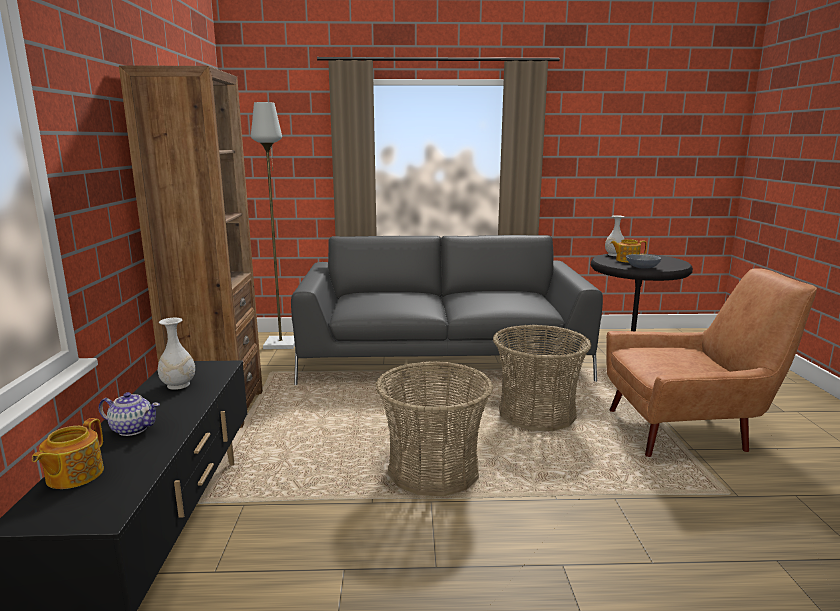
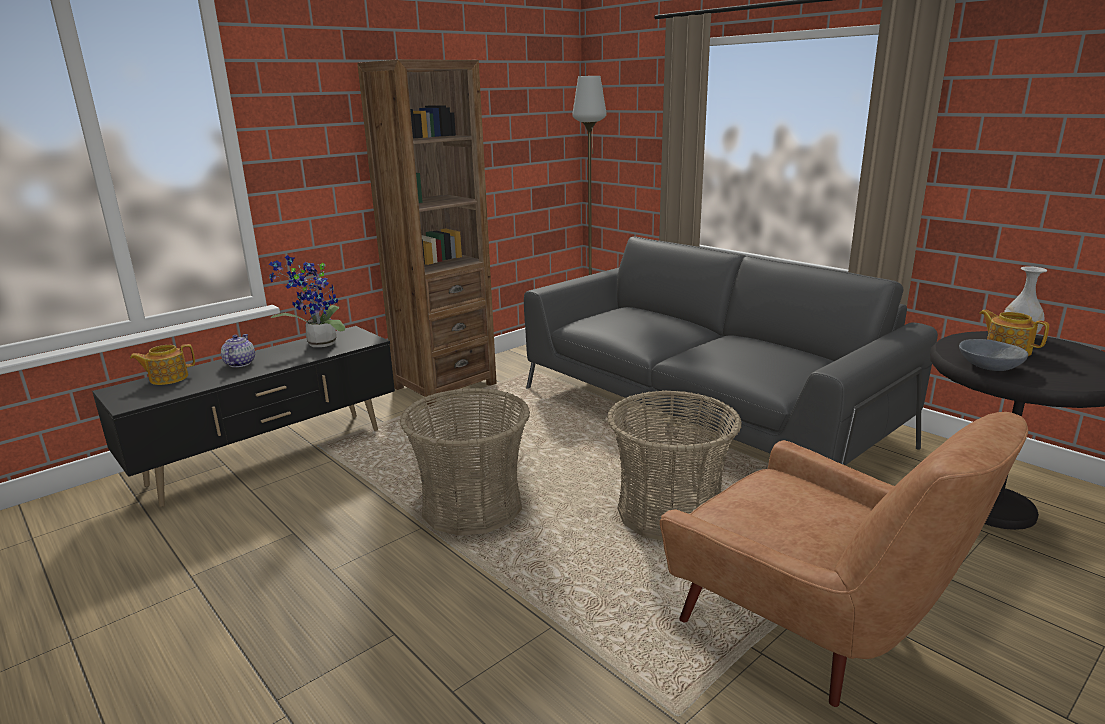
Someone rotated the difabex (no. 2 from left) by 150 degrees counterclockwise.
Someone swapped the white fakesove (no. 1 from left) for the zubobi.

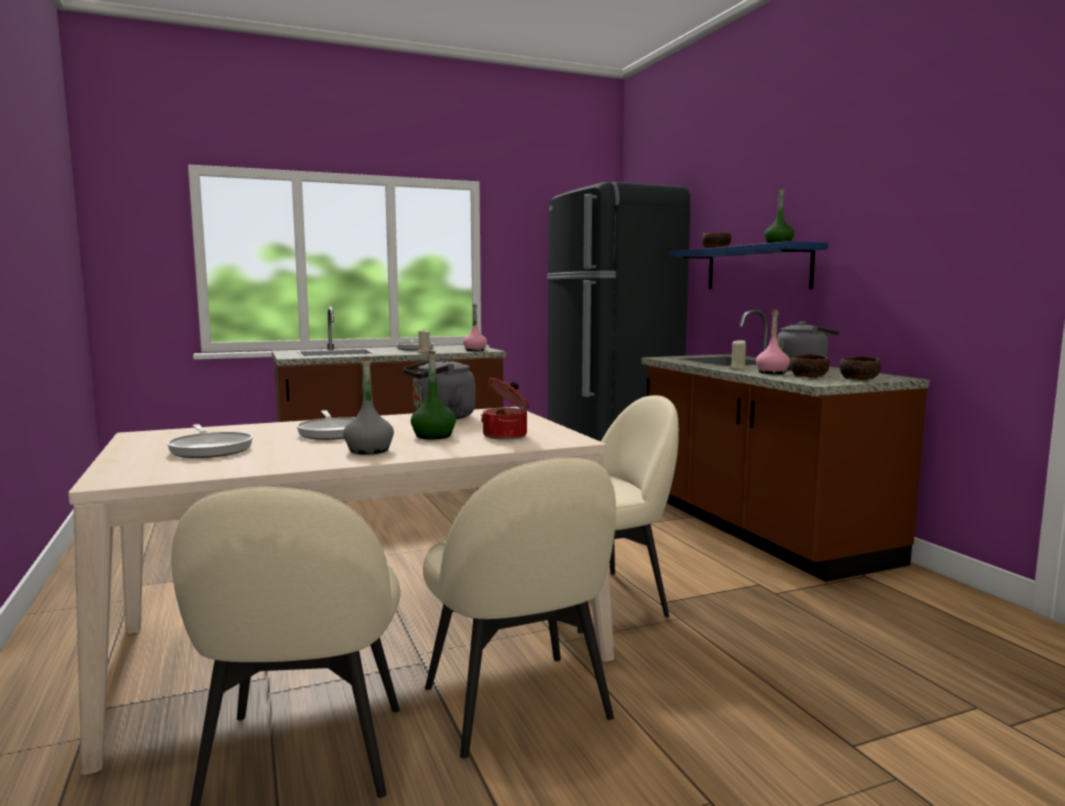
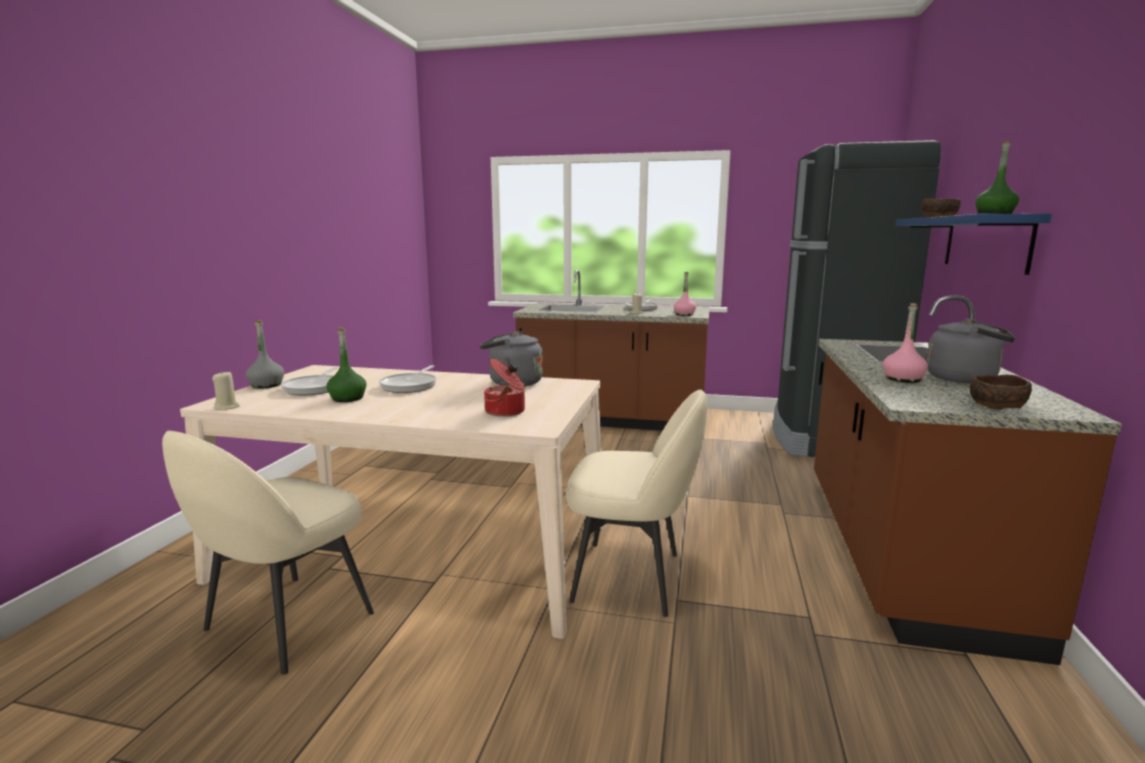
Someone carried the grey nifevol.
Someone carried the green nifevol (no. 1 from left).
Someone took away the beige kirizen (no. 2 from left).
Someone carried the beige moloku (no. 2 from left in the first image).
Someone took away the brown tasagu (no. 2 from left).

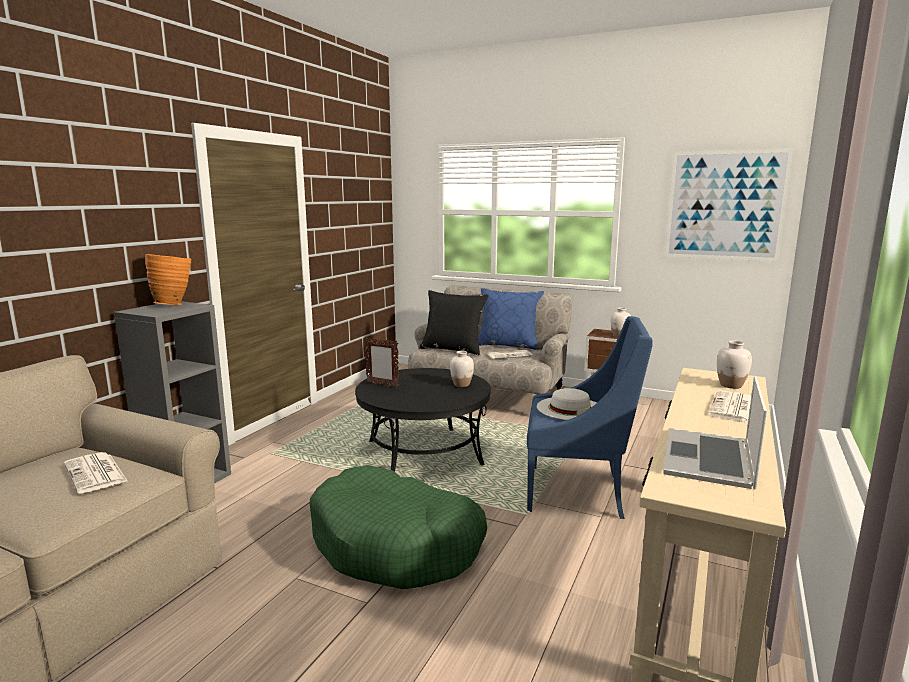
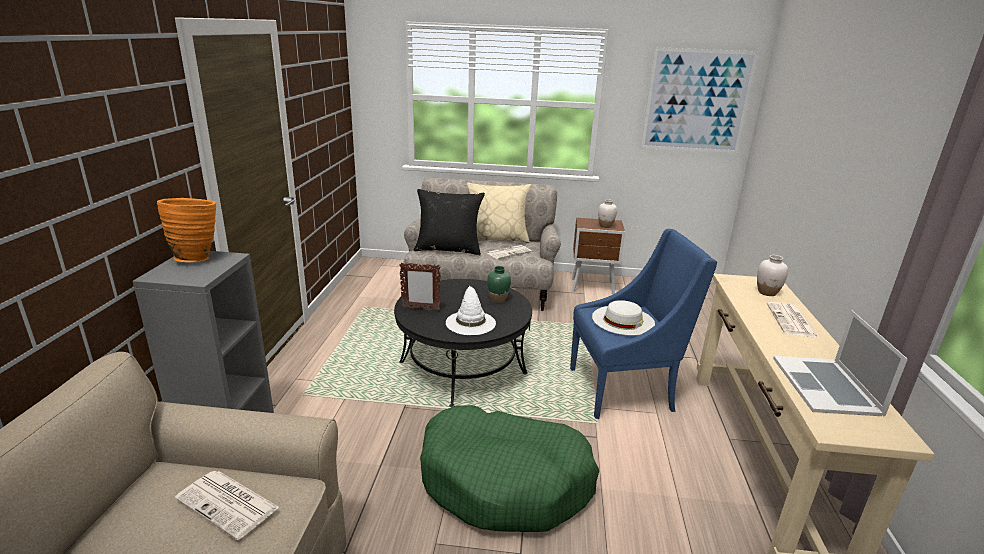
Someone repainted the white fakesove (no. 1 from left), which became the green fakesove.
Someone repainted the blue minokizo, which became the beige minokizo.
Someone put down the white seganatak (no. 1 from left).

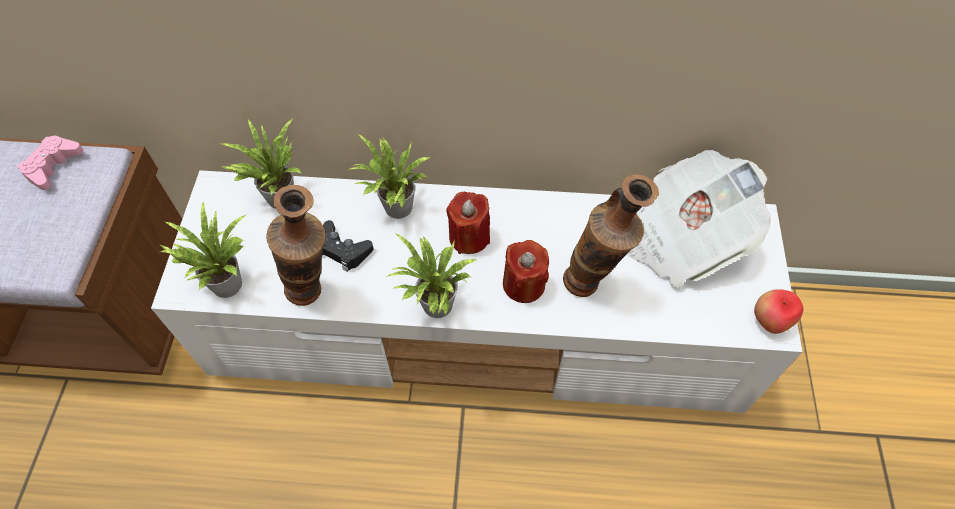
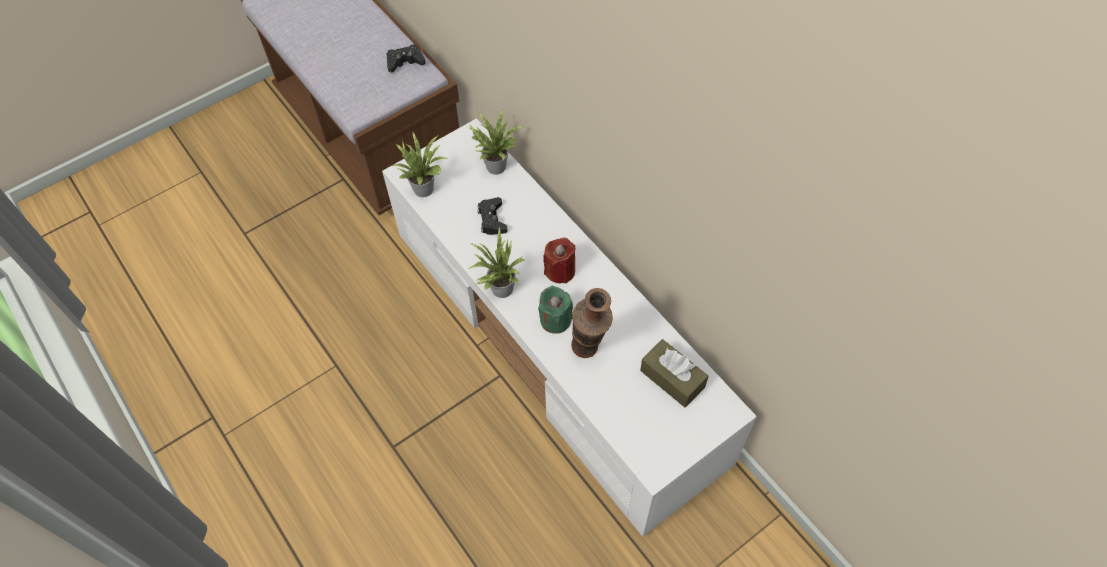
Someone repainted the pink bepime, which became the black bepime (no. 1 from left).
Someone took away the fakesove (no. 1 from left).
Someone took away the zubobi (no. 3 from left).
Someone repainted the red moloku (no. 2 from left), which became the green moloku.
Someone swapped the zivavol for the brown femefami.
Someone took away the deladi.

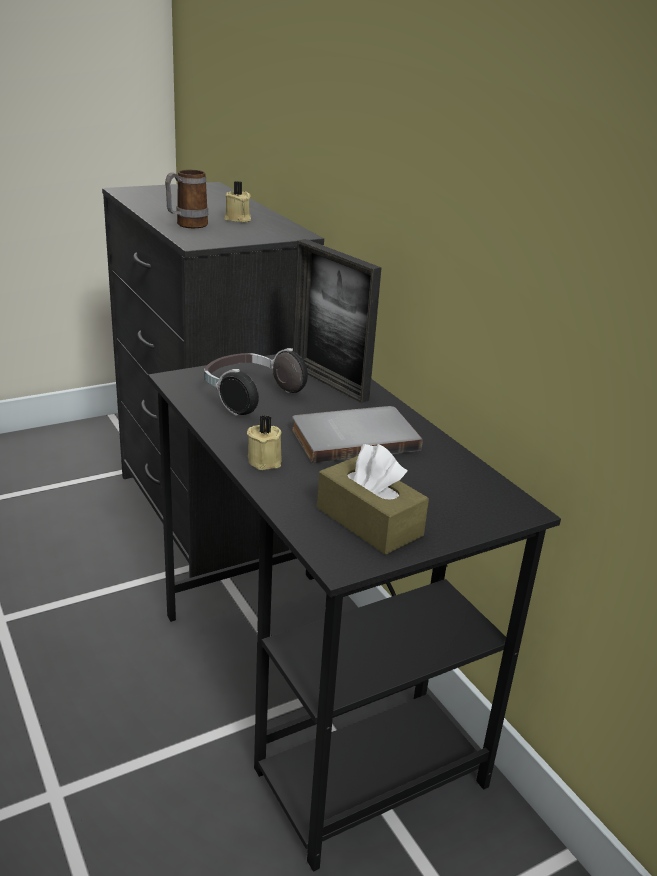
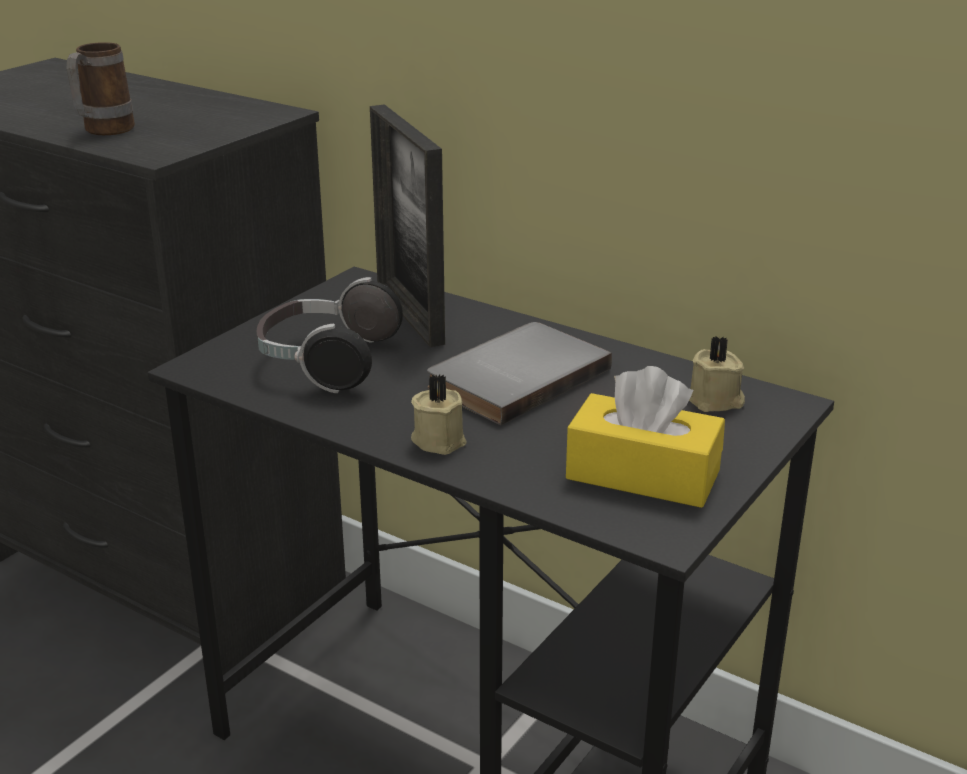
Someone carried the beige moloku (no. 1 from left in the first image).
Someone rotated the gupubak by 45 degrees clockwise.
Someone repainted the brown femefami, which became the yellow femefami.

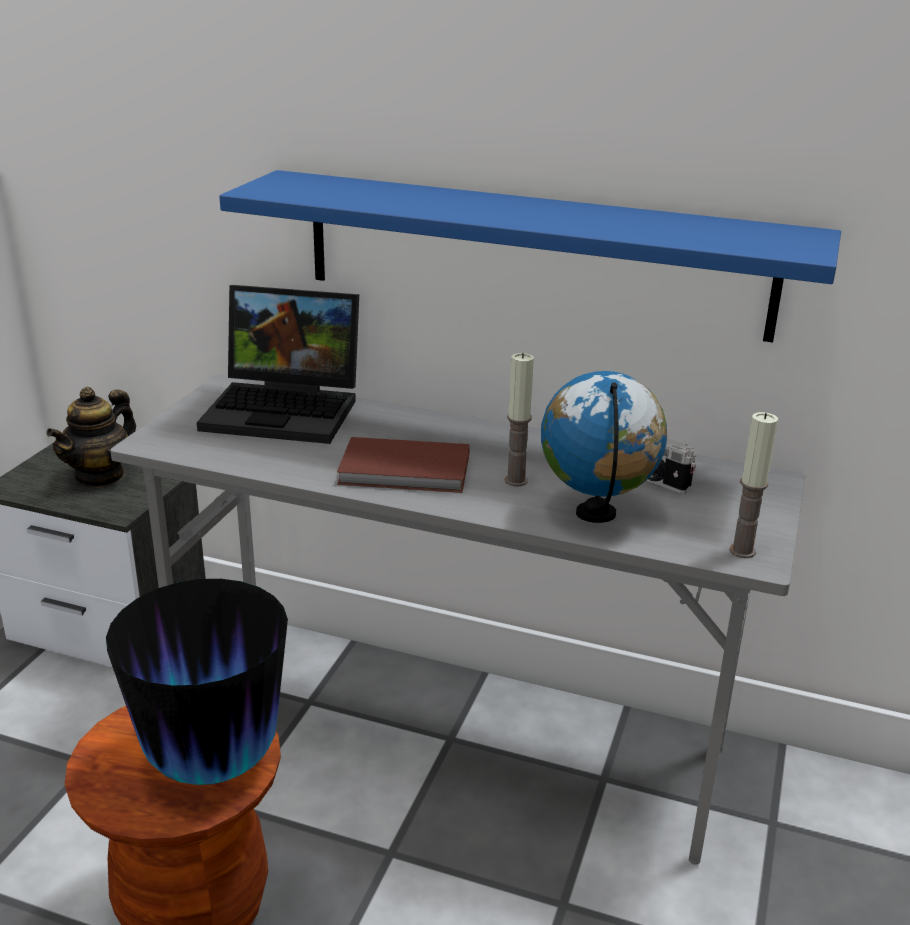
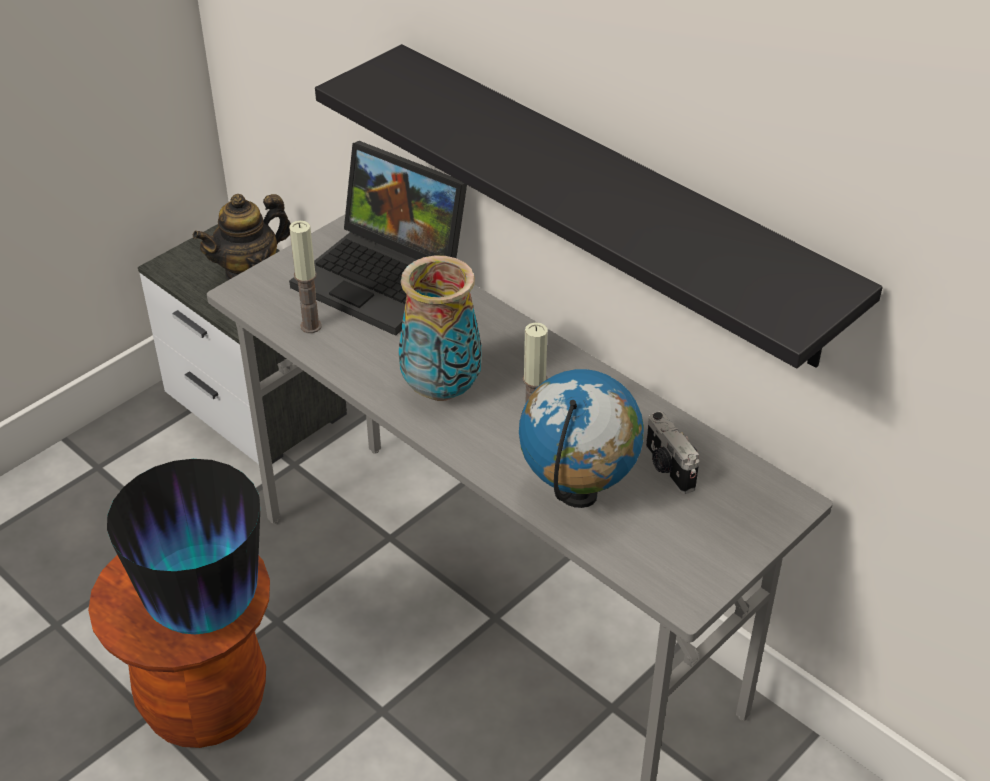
Someone repainted the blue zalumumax, which became the black zalumumax.
Someone swapped the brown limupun for the fakesove (no. 2 from left).
Someone carried the moloku (no. 2 from left in the first image).

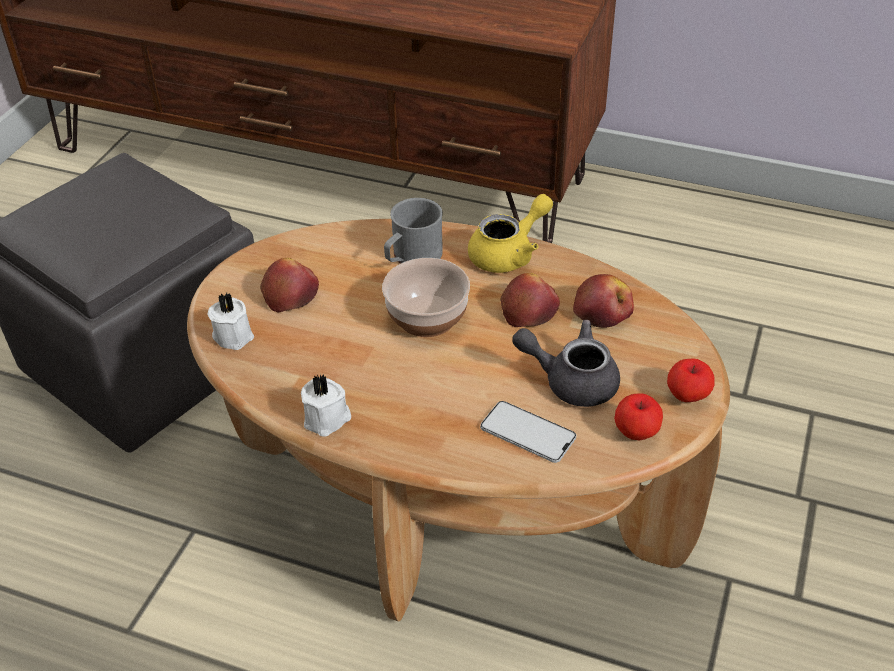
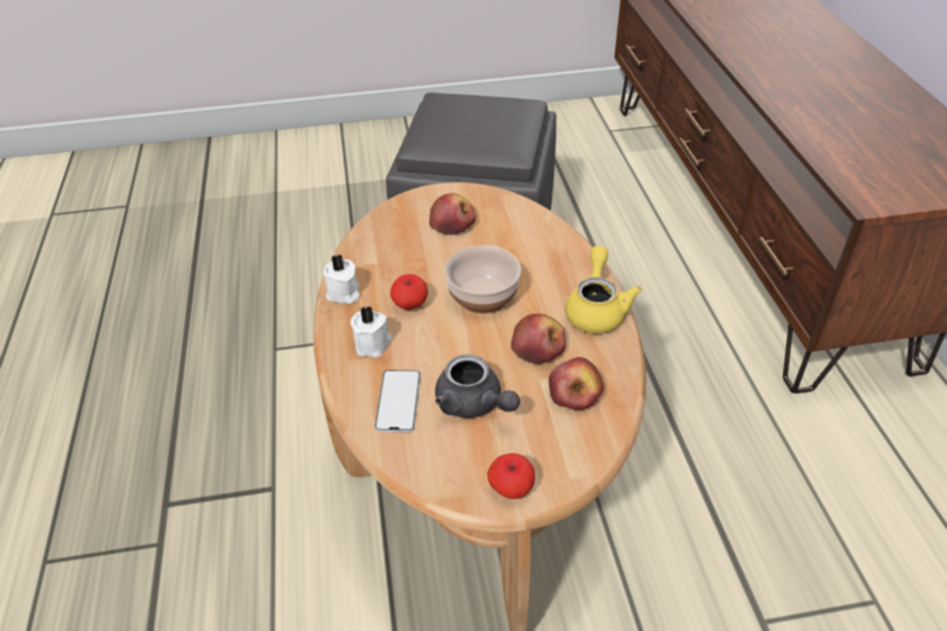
Someone carried the white moloku (no. 1 from left in the first image).
Someone took away the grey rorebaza.
Someone rotated the yellow difabex by 105 degrees counterclockwise.
Someone rotated the grey difabex by 150 degrees clockwise.
Someone carried the deladi (no. 4 from left in the first image).

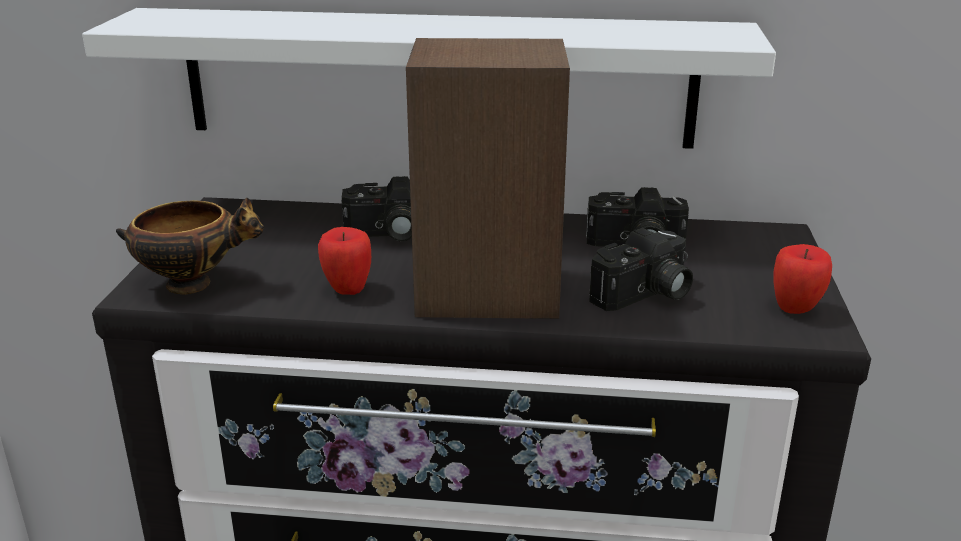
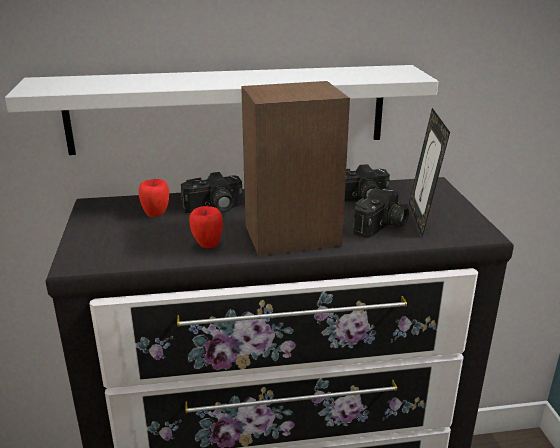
Someone took away the tasagu.
Someone carried the deladi (no. 2 from left in the first image).
Someone put down the gupubak.

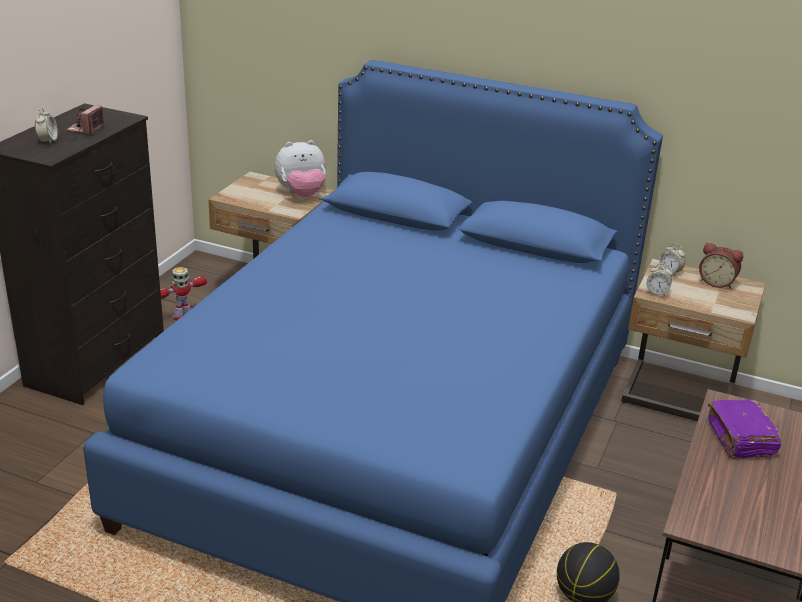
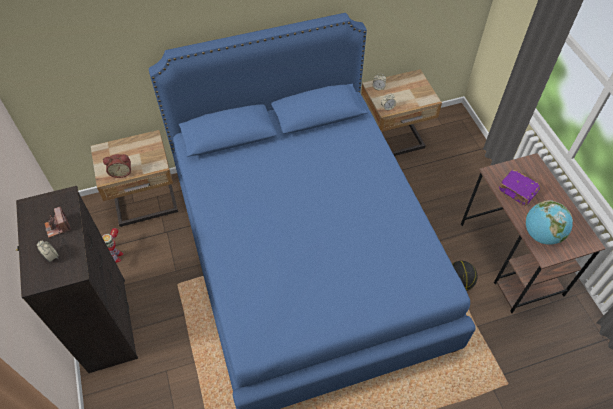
Someone took away the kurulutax.
Someone carried the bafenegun (no. 4 from left in the first image).
Someone put down the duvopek.

